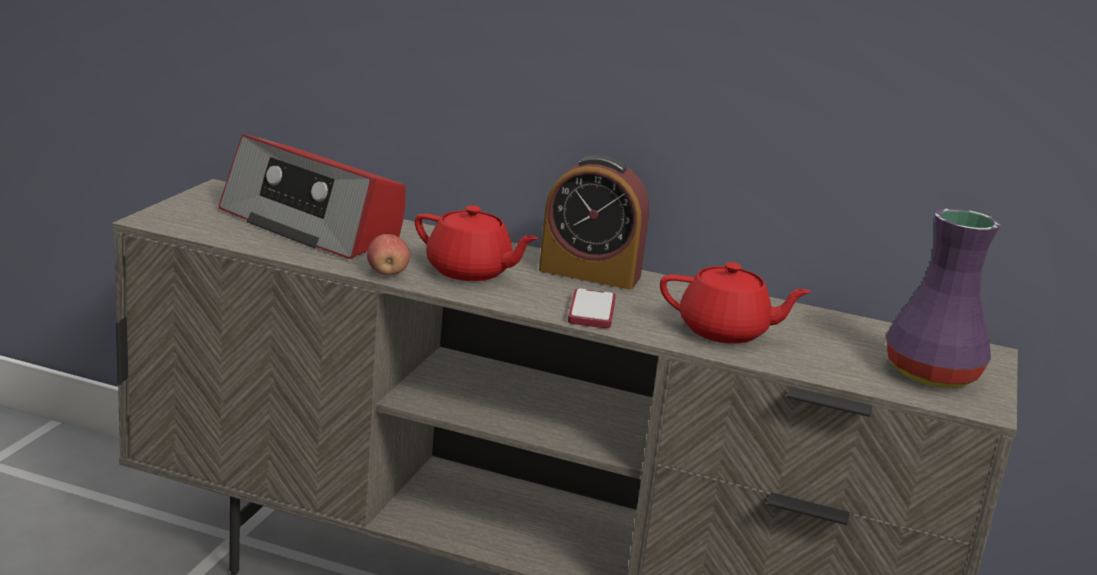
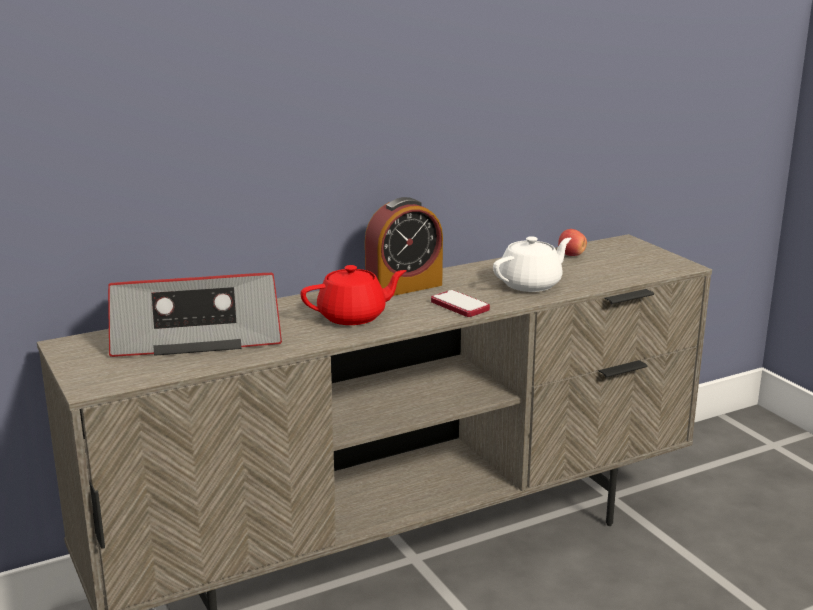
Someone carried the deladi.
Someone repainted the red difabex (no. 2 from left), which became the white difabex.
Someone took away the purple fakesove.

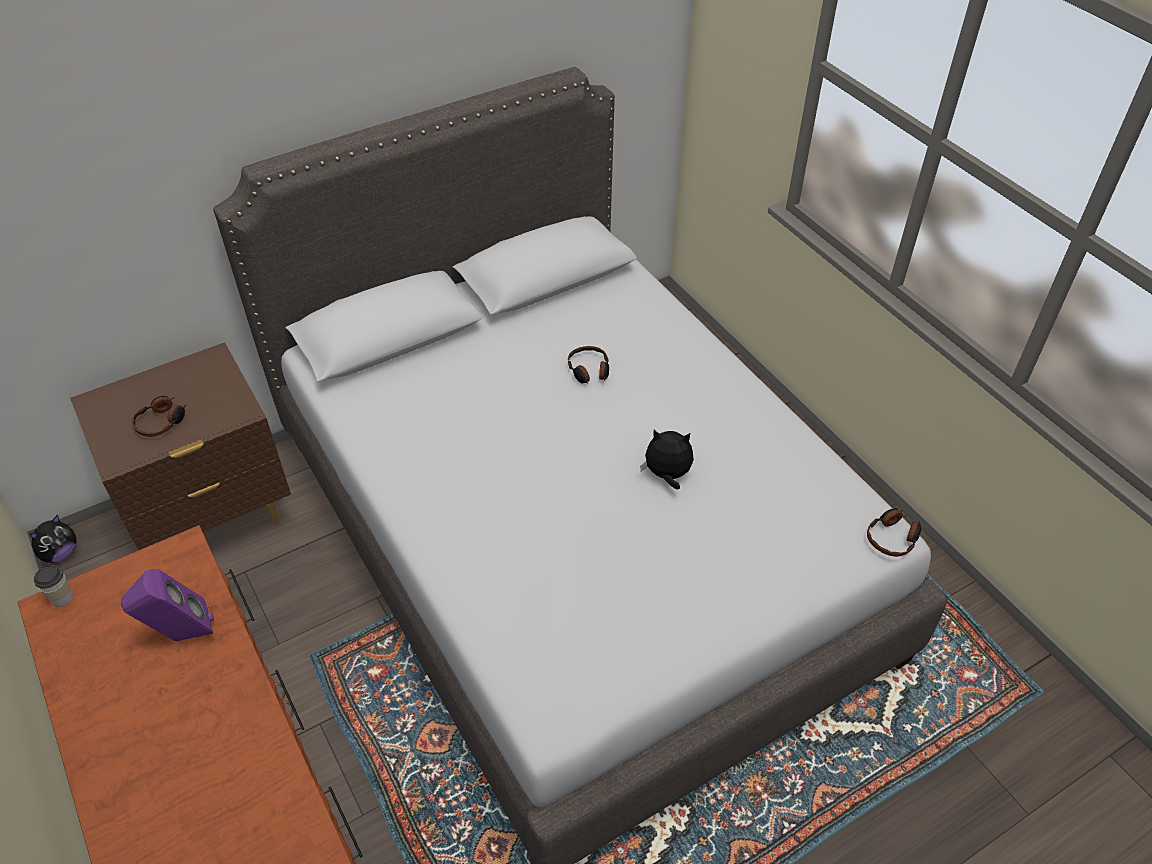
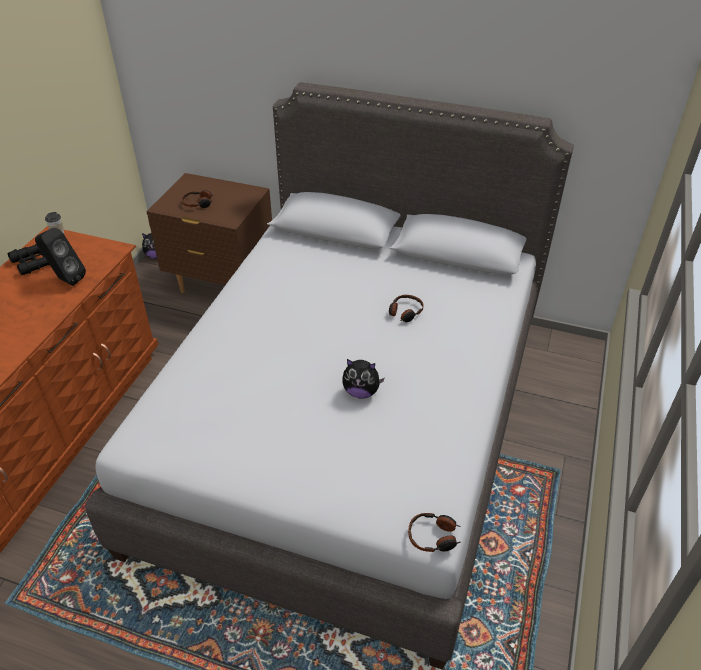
Someone repainted the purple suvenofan, which became the black suvenofan.
Someone rotated the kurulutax (no. 2 from left) by 135 degrees clockwise.
Someone put down the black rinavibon.

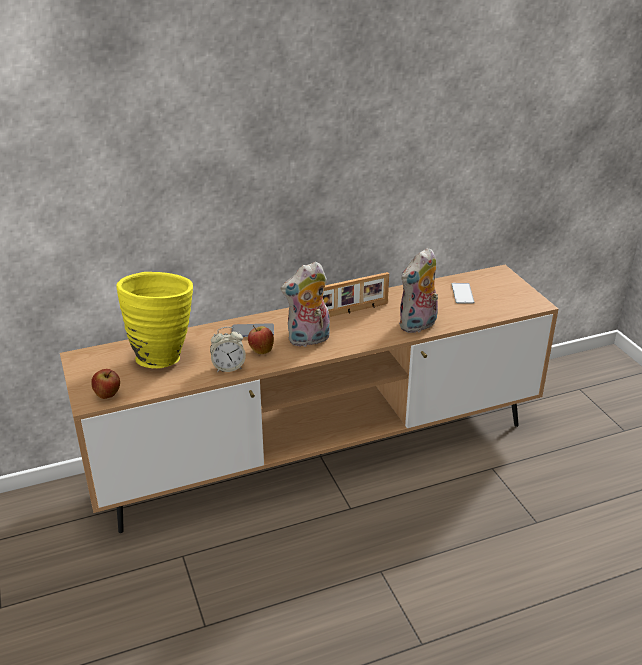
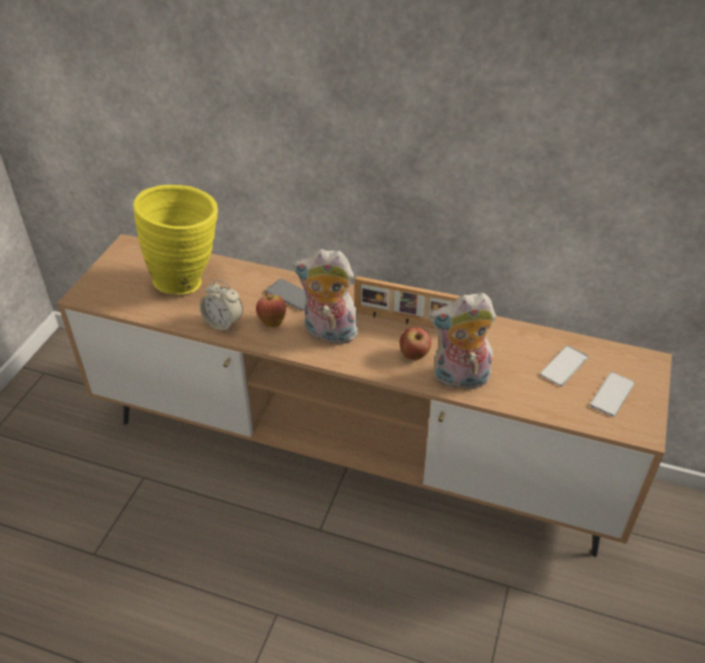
Someone carried the deladi (no. 1 from left in the first image).
Someone put down the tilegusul (no. 3 from left).

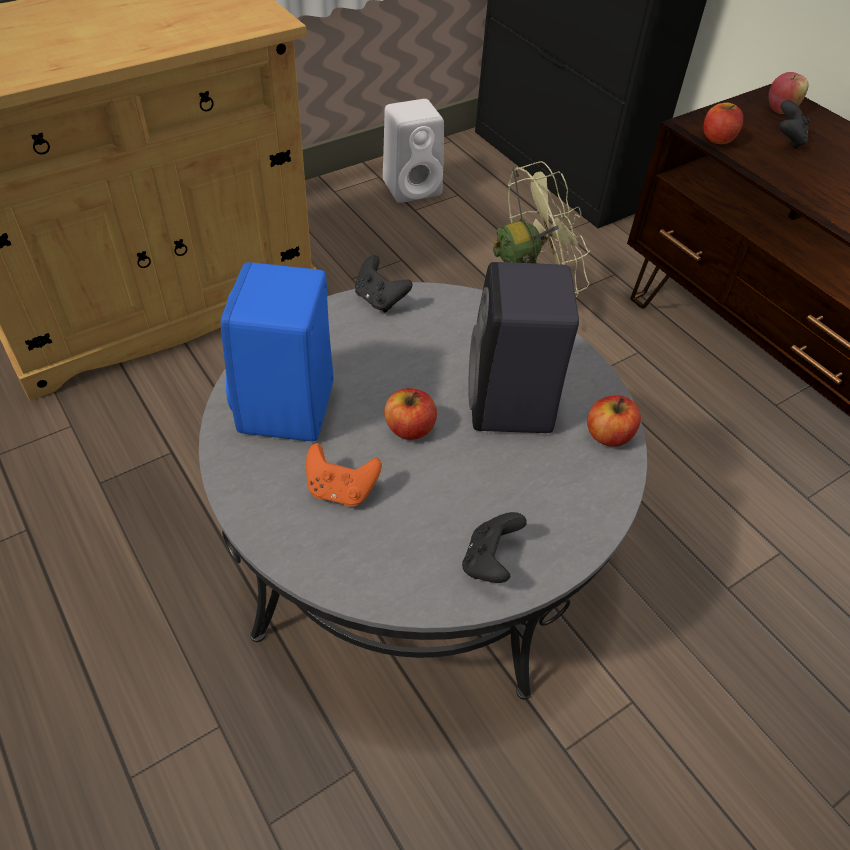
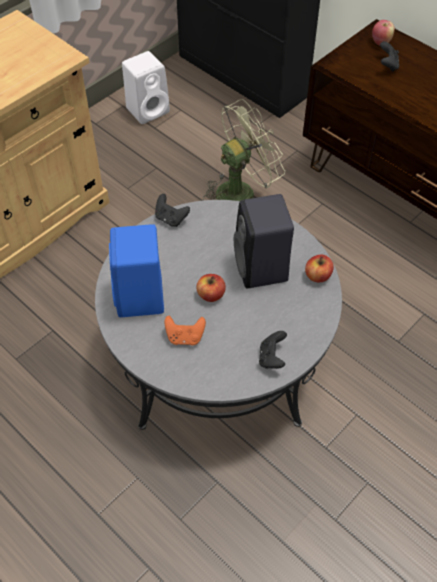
Someone took away the deladi (no. 3 from left).

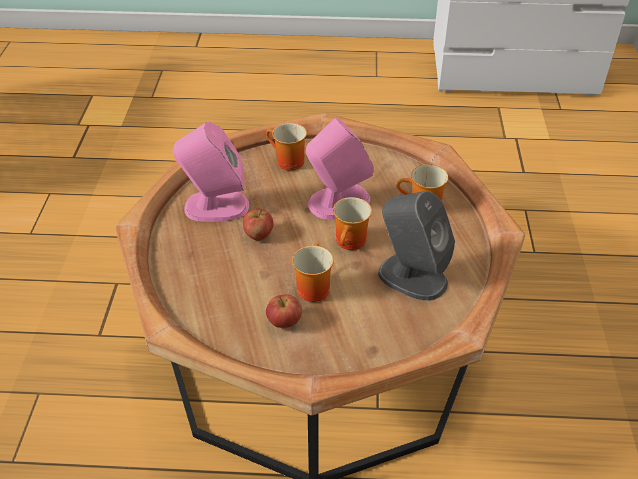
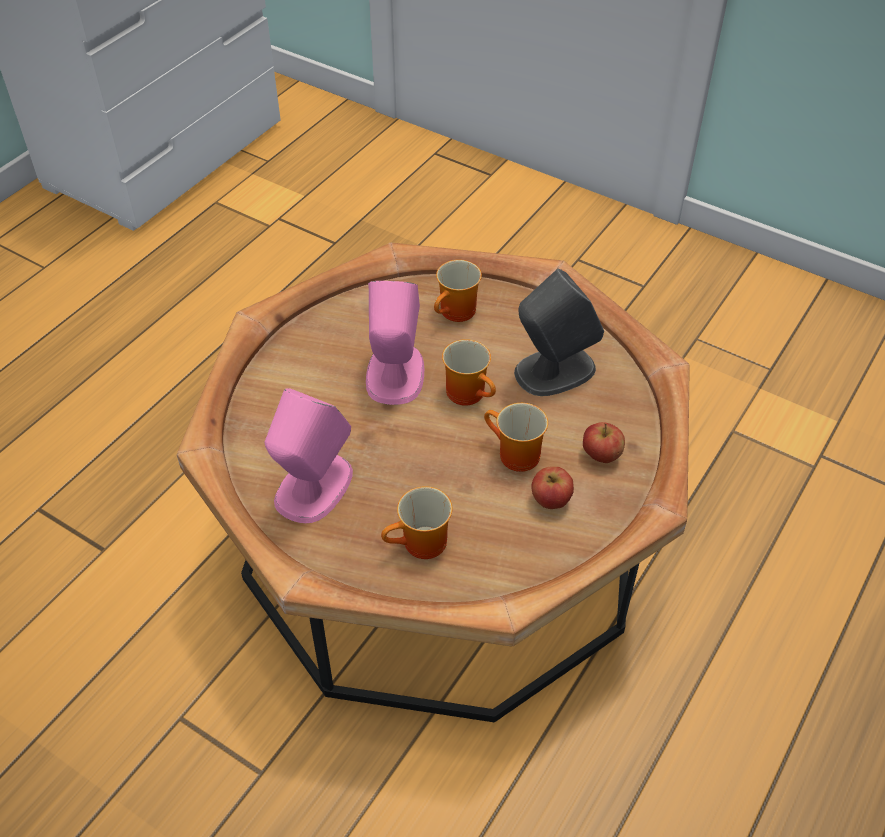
Someone carried the deladi (no. 1 from left in the first image).
Someone carried the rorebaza (no. 1 from left).

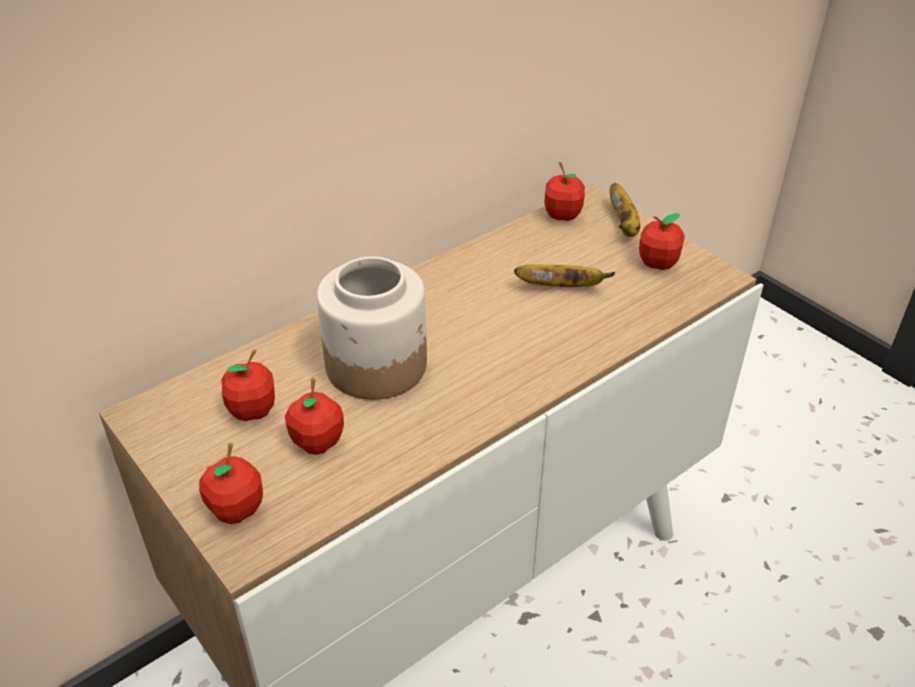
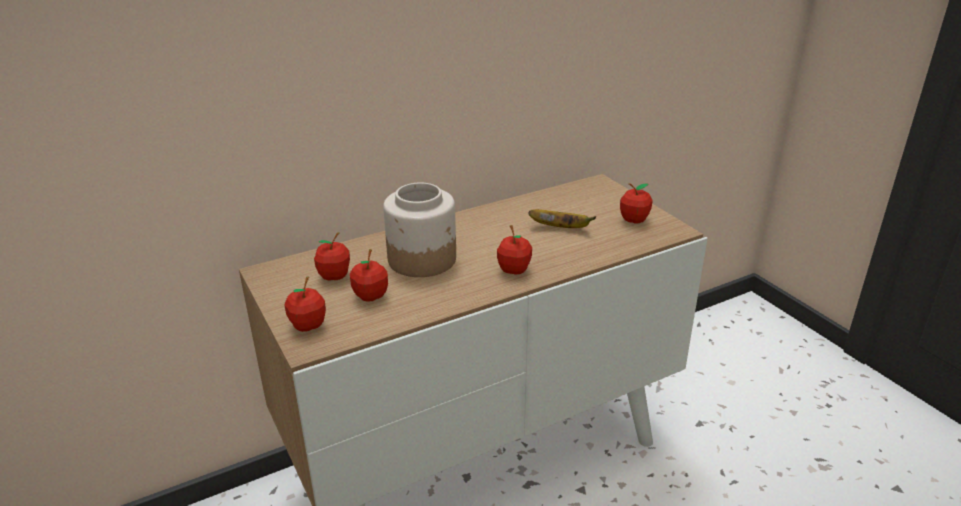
Someone carried the deladi (no. 4 from left).
Someone took away the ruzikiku (no. 2 from left).

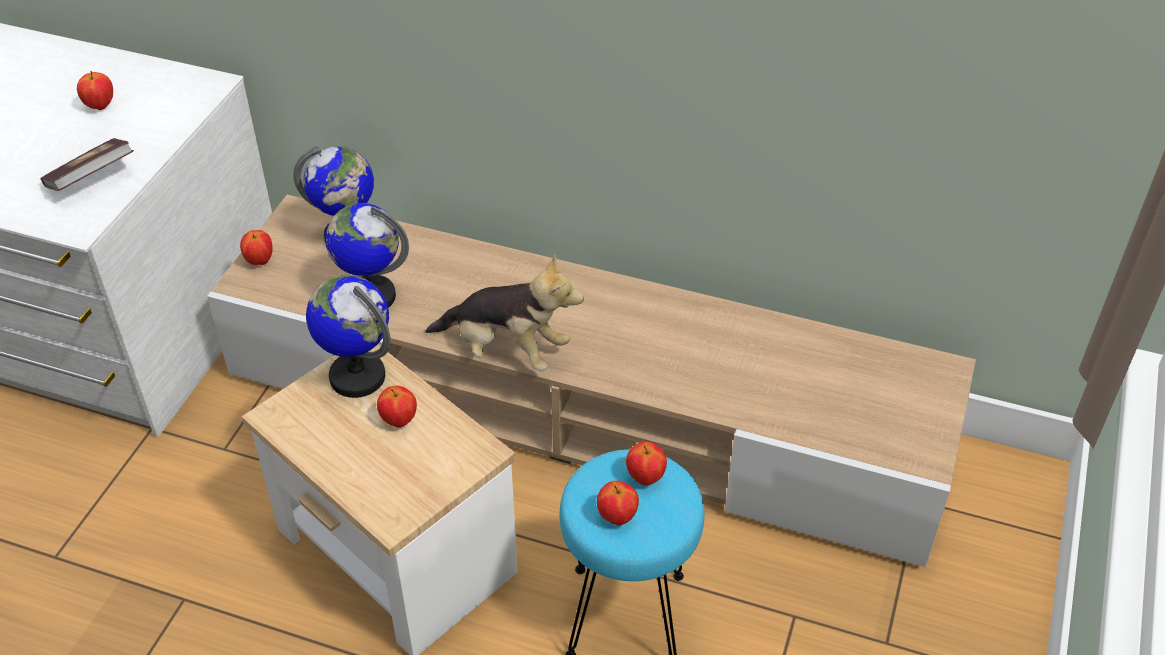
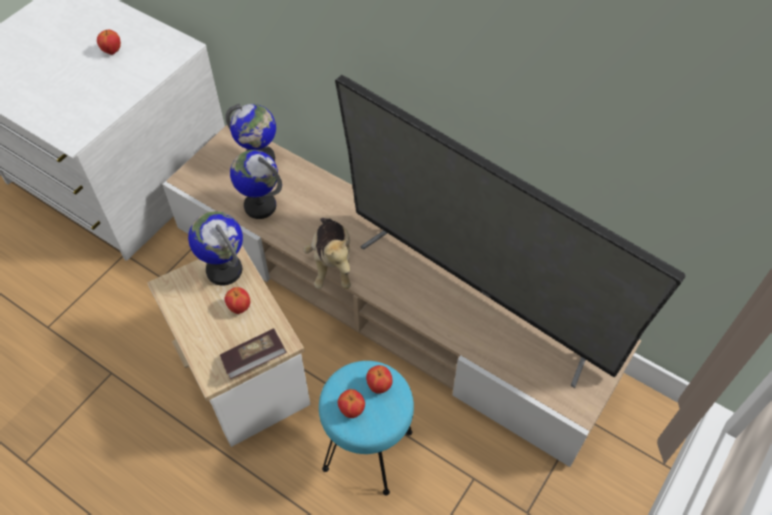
Someone carried the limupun.
Someone took away the deladi (no. 2 from left).
Someone rotated the kurulutax by 45 degrees clockwise.
Someone put down the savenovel.

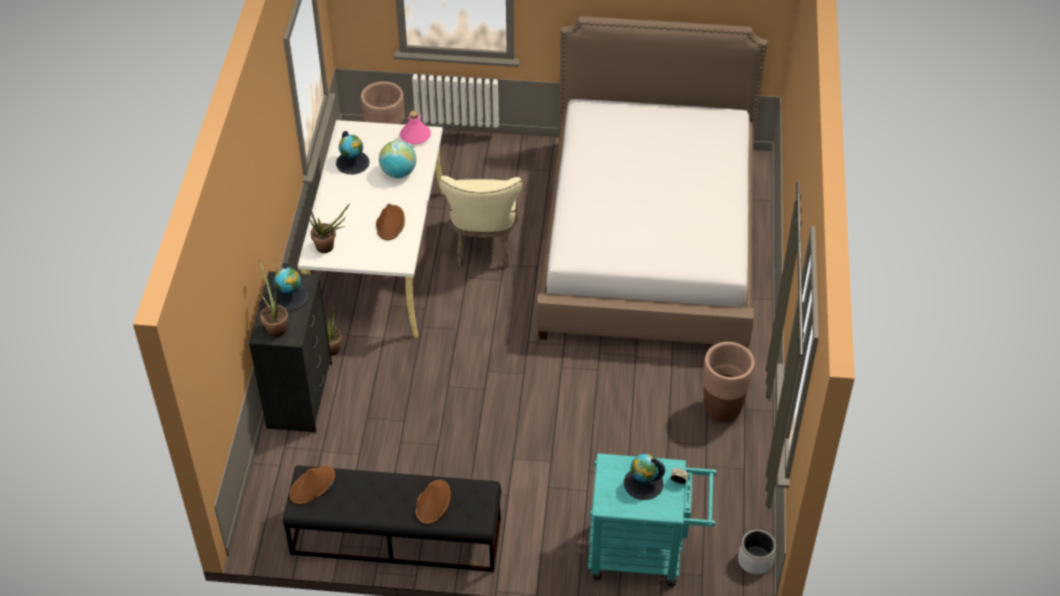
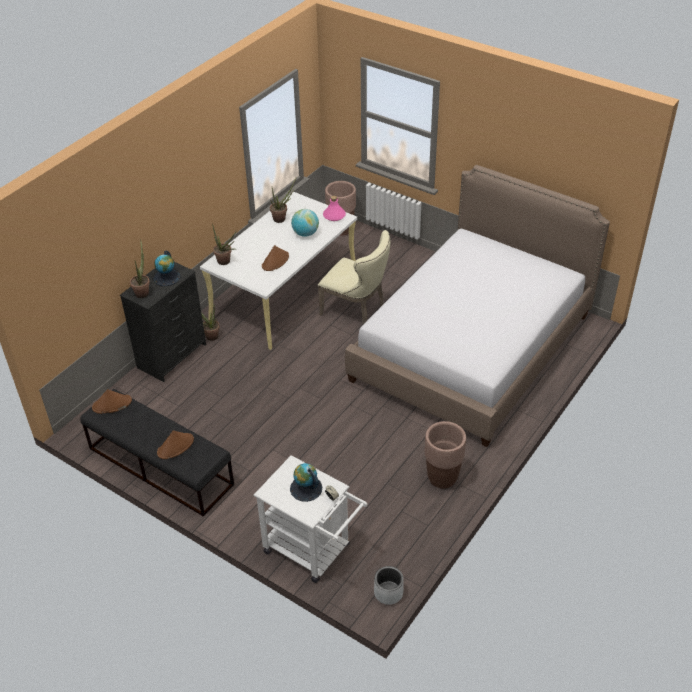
Someone swapped the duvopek (no. 2 from left) for the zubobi (no. 4 from left).
Someone rotated the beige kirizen by 90 degrees counterclockwise.
Someone repainted the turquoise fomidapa, which became the white fomidapa.

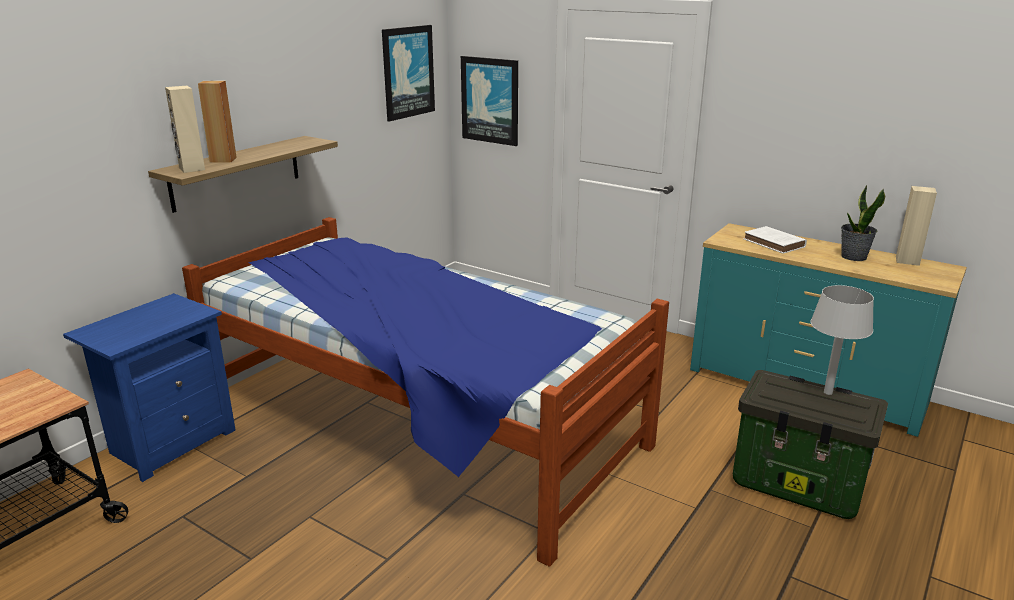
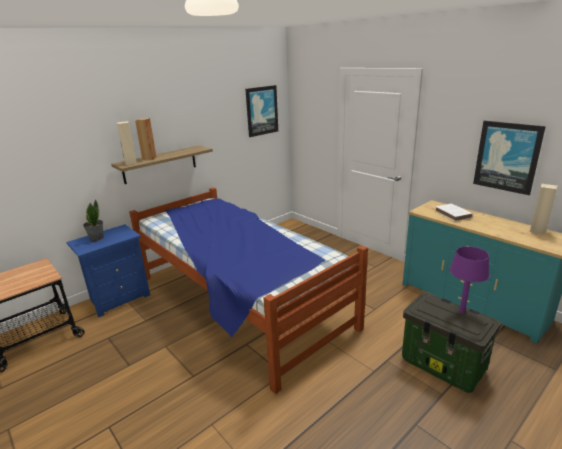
Someone carried the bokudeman (no. 2 from left).
Someone repainted the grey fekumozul, which became the purple fekumozul.
Someone carried the zubobi.

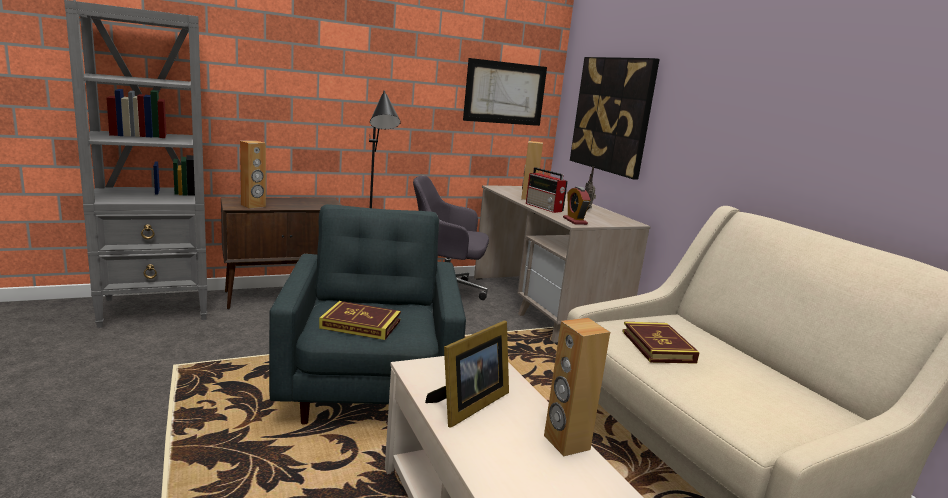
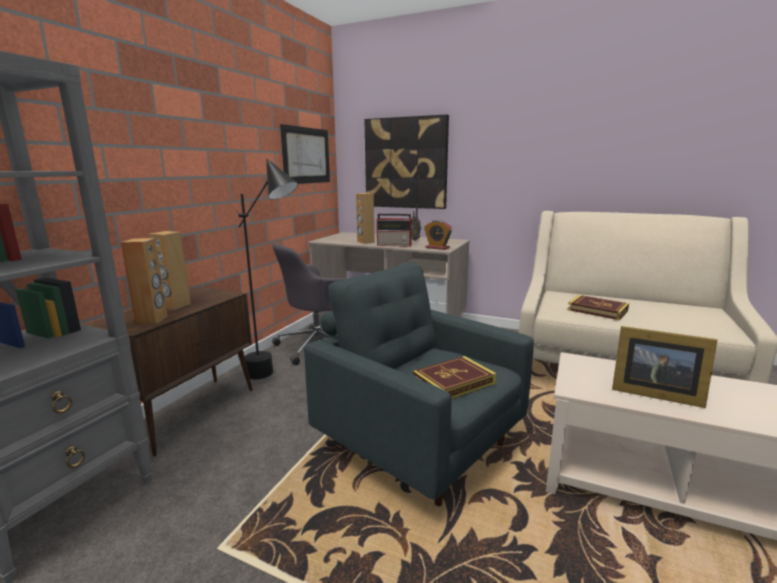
Someone rotated the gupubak by 120 degrees clockwise.
Someone carried the brown suvenofan (no. 3 from left in the first image).

